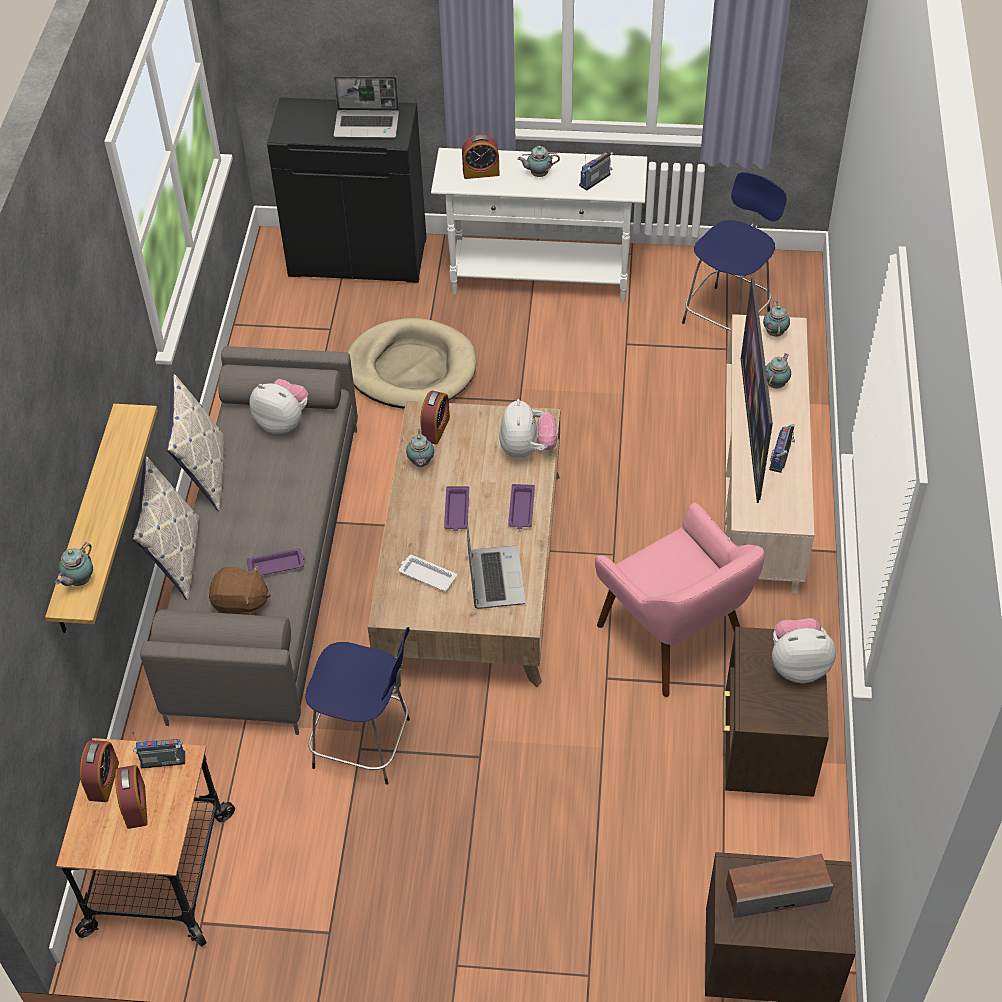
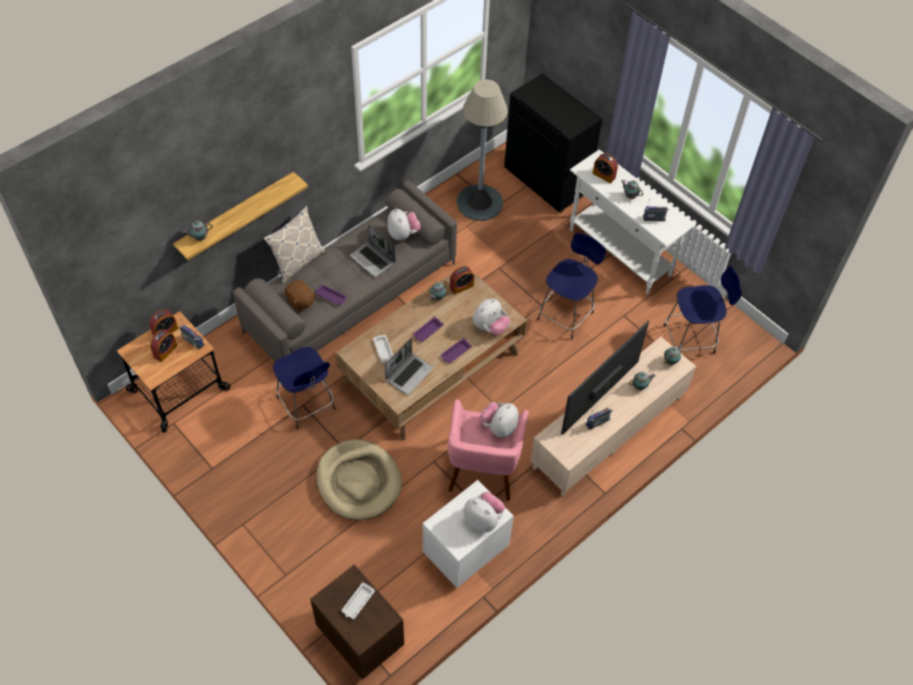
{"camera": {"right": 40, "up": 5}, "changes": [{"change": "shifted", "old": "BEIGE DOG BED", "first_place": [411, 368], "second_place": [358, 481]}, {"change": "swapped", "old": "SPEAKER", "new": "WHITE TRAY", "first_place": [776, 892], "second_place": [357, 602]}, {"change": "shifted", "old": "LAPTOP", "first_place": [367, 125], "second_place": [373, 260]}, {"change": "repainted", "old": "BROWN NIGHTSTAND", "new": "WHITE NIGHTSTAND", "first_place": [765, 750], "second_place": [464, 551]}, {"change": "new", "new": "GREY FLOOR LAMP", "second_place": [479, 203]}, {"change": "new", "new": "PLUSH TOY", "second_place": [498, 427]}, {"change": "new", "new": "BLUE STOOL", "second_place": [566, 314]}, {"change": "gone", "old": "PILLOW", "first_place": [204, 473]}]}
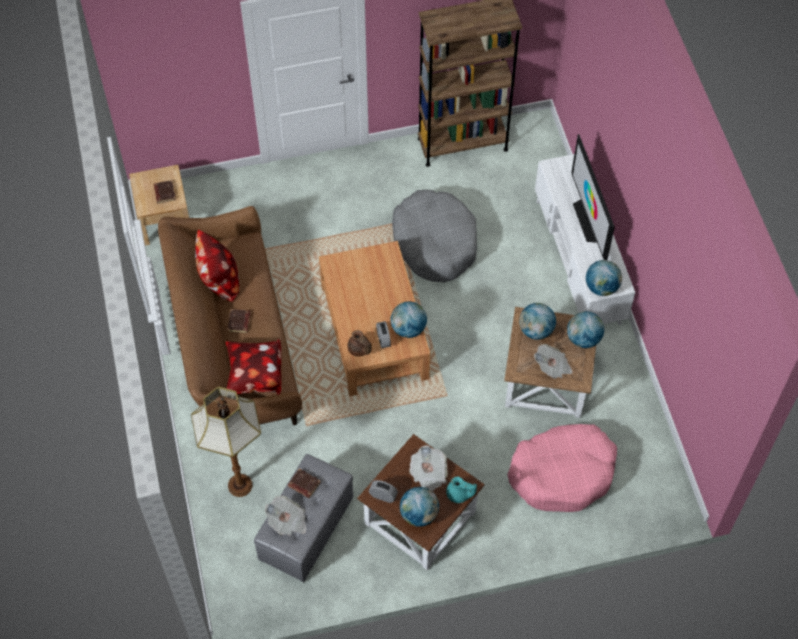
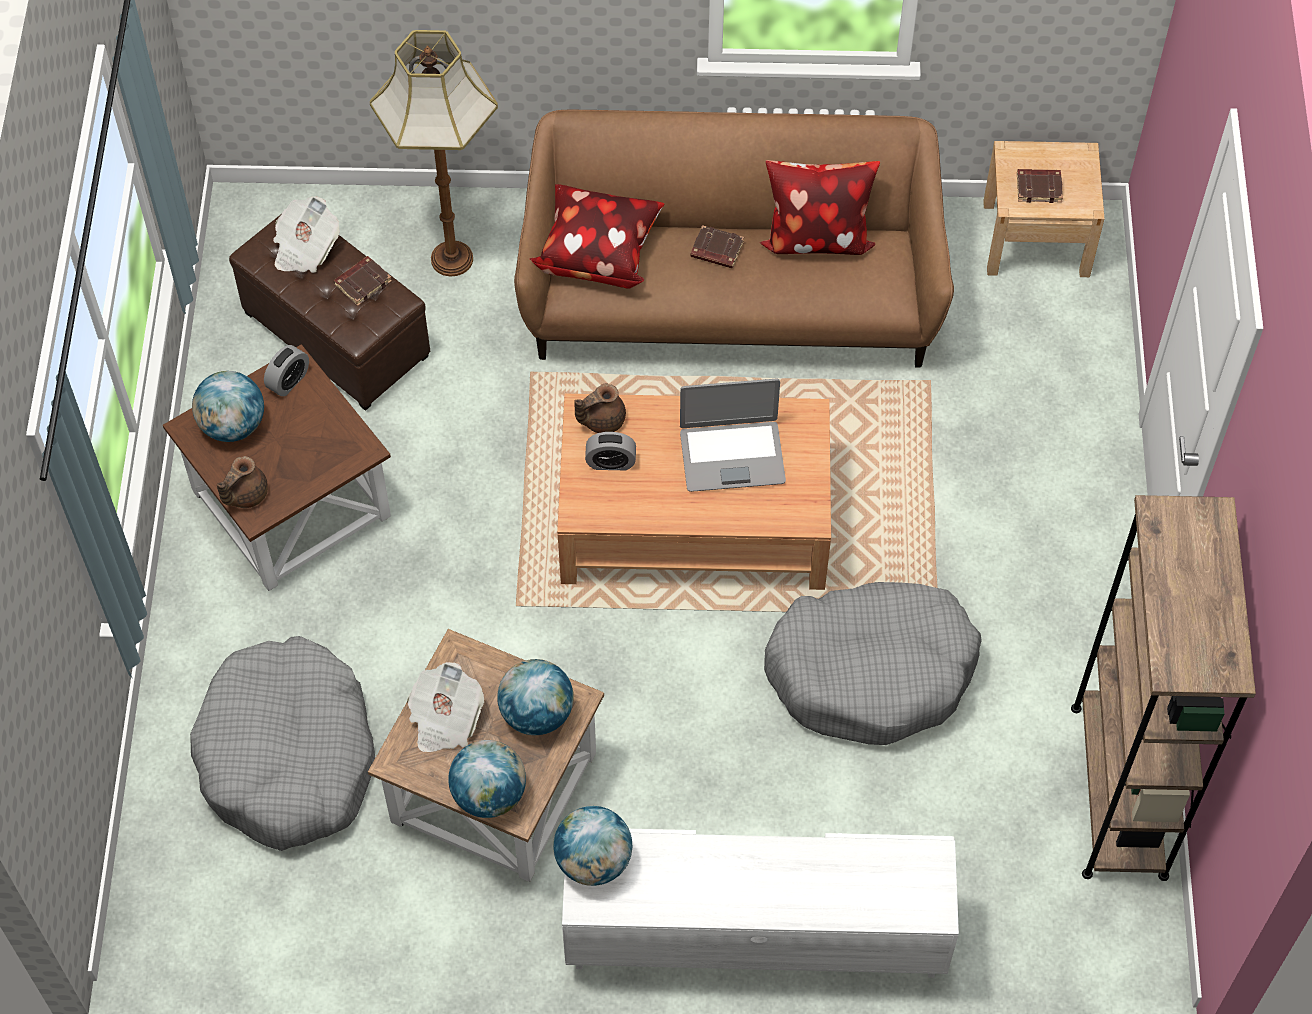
{"camera": {"right": 105, "up": 0}, "changes": [{"change": "repainted", "old": "PINK DOG BED", "new": "GREY DOG BED", "first_place": [562, 473], "second_place": [288, 756]}, {"change": "repainted", "old": "TURQUOISE TEAPOT", "new": "BROWN TEAPOT", "first_place": [459, 494], "second_place": [244, 494]}, {"change": "repainted", "old": "GREY OTTOMAN", "new": "BROWN OTTOMAN", "first_place": [307, 529], "second_place": [335, 336]}, {"change": "new", "new": "LAPTOP", "second_place": [732, 455]}, {"change": "gone", "old": "GLOBE", "first_place": [408, 328]}, {"change": "gone", "old": "NEWSPAPER", "first_place": [428, 474]}, {"change": "gone", "old": "TELEVISION", "first_place": [589, 221]}]}
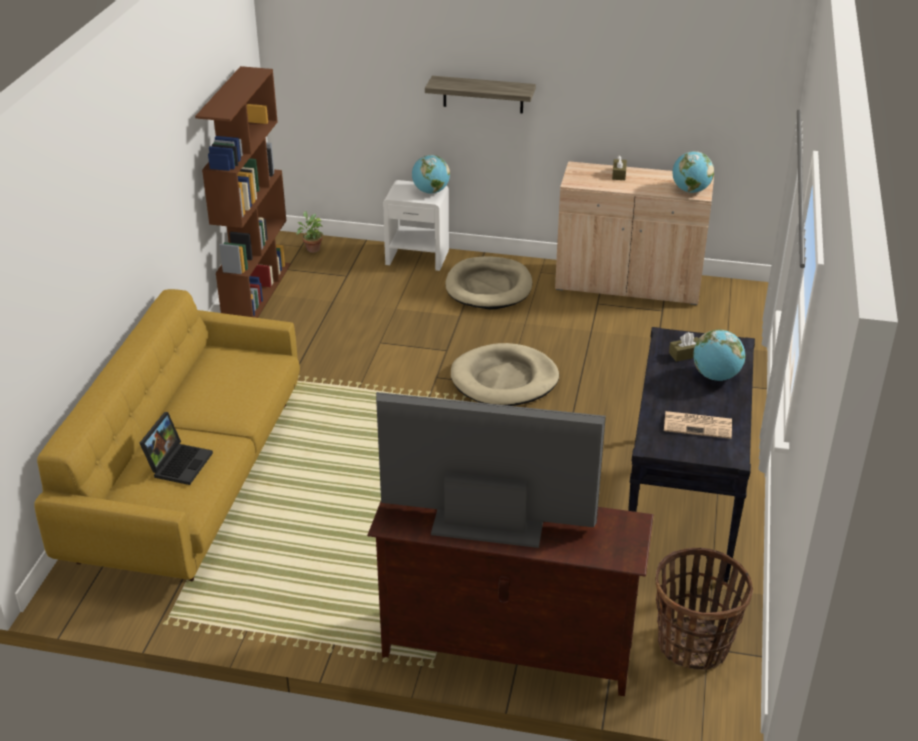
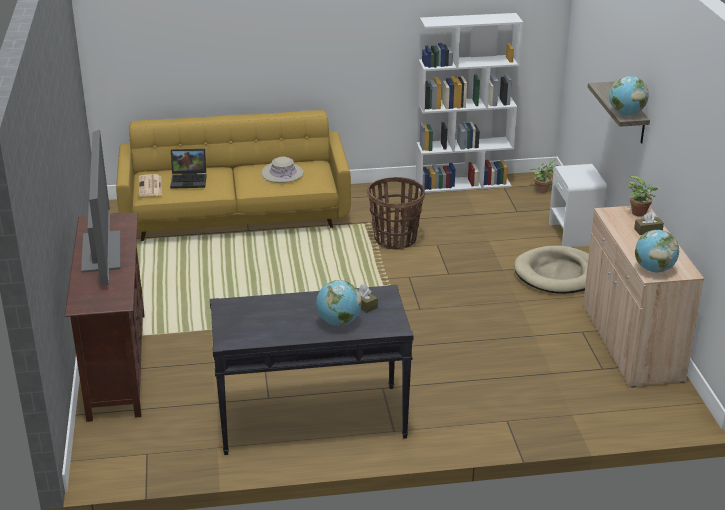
{"camera": {"right": 70, "up": -5}, "changes": [{"change": "shifted", "old": "NEWSPAPER", "first_place": [698, 425], "second_place": [150, 186]}, {"change": "new", "new": "BEIGE HAT", "second_place": [282, 173]}, {"change": "shifted", "old": "BASKET", "first_place": [693, 645], "second_place": [395, 239]}, {"change": "repainted", "old": "BROWN BOOKCASE", "new": "WHITE BOOKCASE", "first_place": [256, 291], "second_place": [463, 184]}, {"change": "shifted", "old": "GLOBE", "first_place": [430, 191], "second_place": [626, 113]}, {"change": "new", "new": "POTTED PLANT", "second_place": [641, 213]}, {"change": "gone", "old": "BEIGE DOG BED", "first_place": [504, 380]}]}
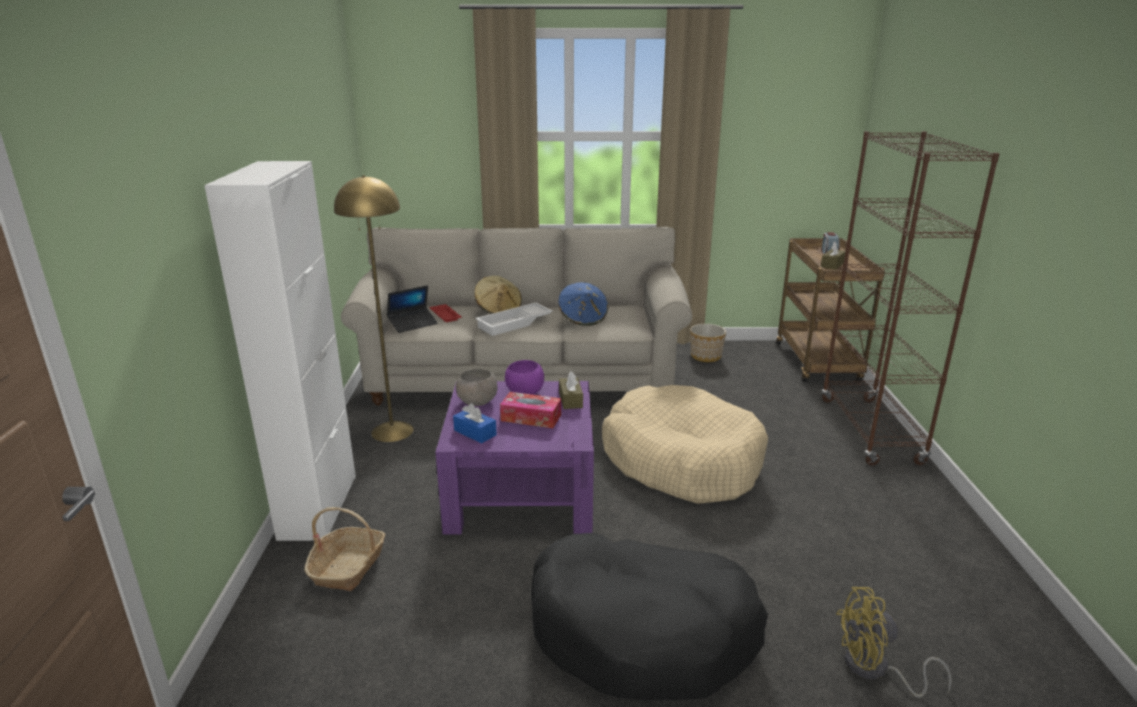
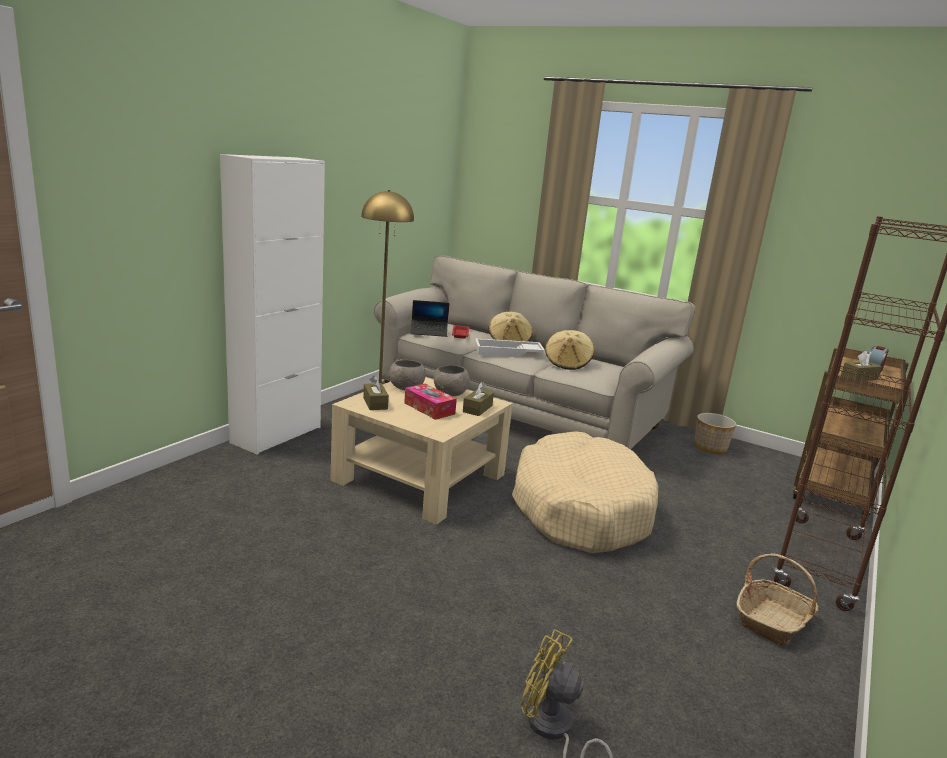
{"camera": {"right": 30, "up": -5}, "changes": [{"change": "repainted", "old": "PURPLE COFFEE TABLE", "new": "BEIGE COFFEE TABLE", "first_place": [521, 490], "second_place": [420, 477]}, {"change": "repainted", "old": "BLUE TISSUE BOX", "new": "BROWN TISSUE BOX", "first_place": [475, 433], "second_place": [375, 403]}, {"change": "repainted", "old": "PURPLE BOWL", "new": "GREY BOWL", "first_place": [525, 392], "second_place": [450, 393]}, {"change": "repainted", "old": "BLUE HAT", "new": "BEIGE HAT", "first_place": [583, 318], "second_place": [567, 364]}, {"change": "shifted", "old": "BASKET", "first_place": [348, 567], "second_place": [772, 621]}, {"change": "gone", "old": "BLACK DOG BED", "first_place": [642, 632]}]}
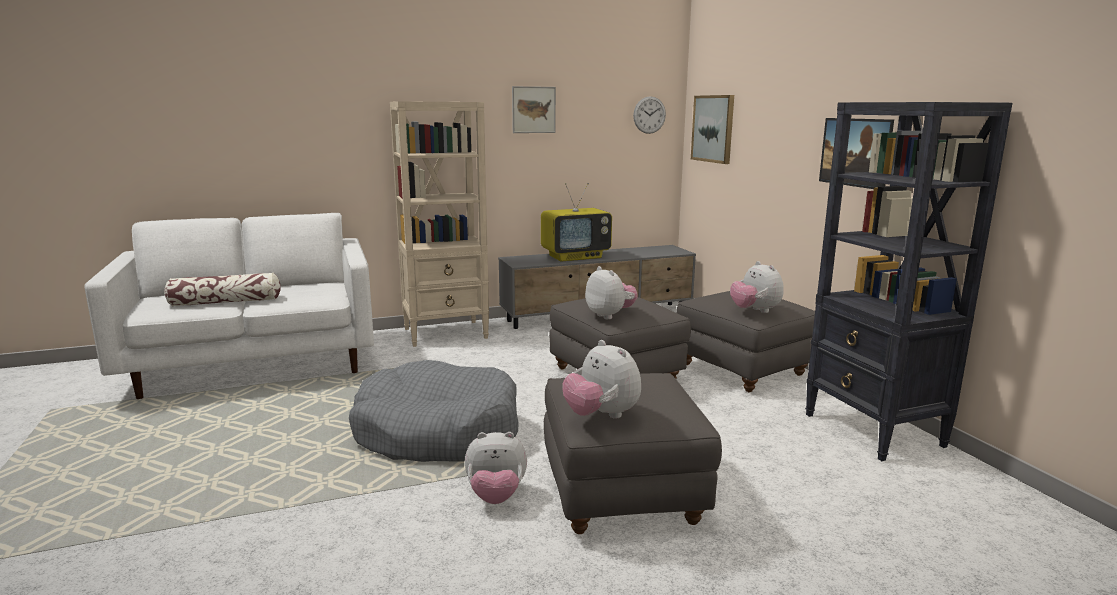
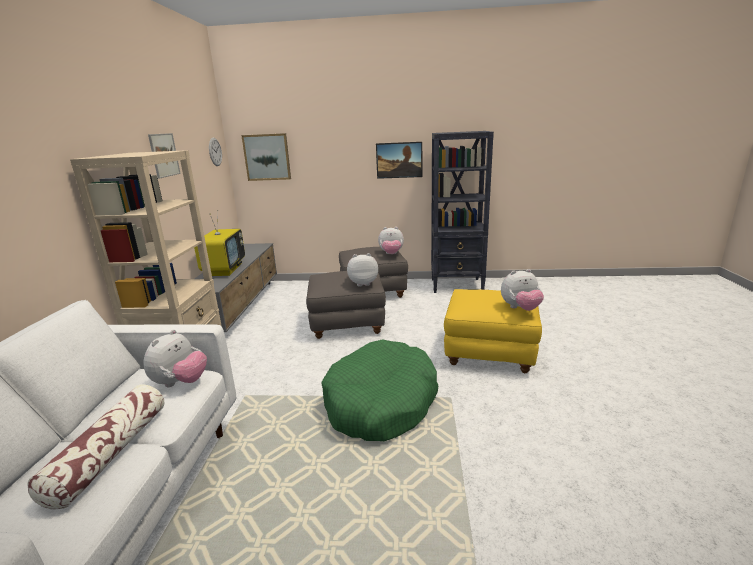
{"camera": {"right": -65, "up": 5}, "changes": [{"change": "shifted", "old": "PLUSH TOY", "first_place": [496, 496], "second_place": [180, 383]}, {"change": "repainted", "old": "GREY DOG BED", "new": "GREEN DOG BED", "first_place": [437, 432], "second_place": [381, 402]}, {"change": "repainted", "old": "GREY OTTOMAN", "new": "YELLOW OTTOMAN", "first_place": [623, 493], "second_place": [490, 353]}]}
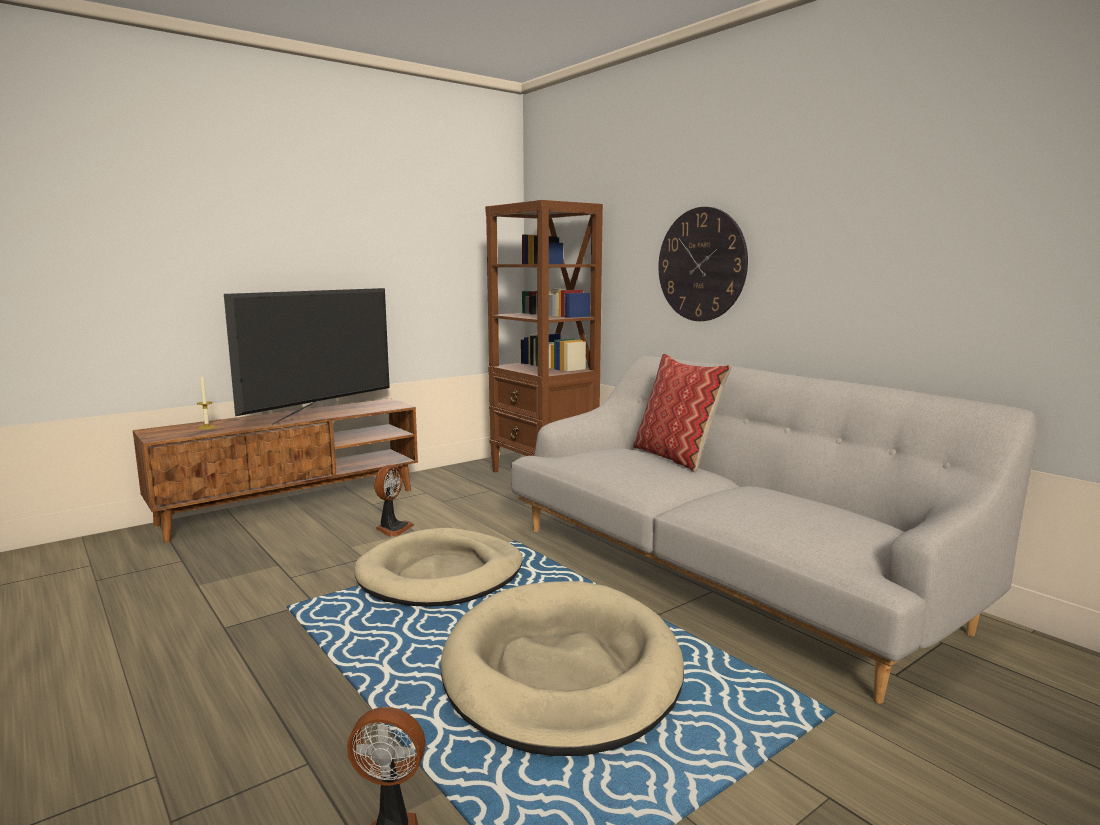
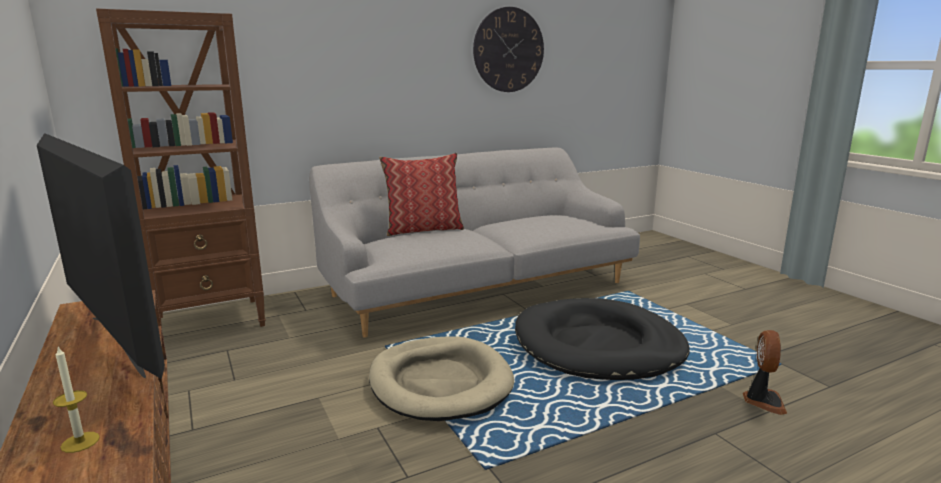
{"camera": {"right": -80, "up": 5}, "changes": [{"change": "shifted", "old": "WALL CLOCK", "first_place": [701, 264], "second_place": [508, 50]}, {"change": "repainted", "old": "BEIGE DOG BED", "new": "BLACK DOG BED", "first_place": [562, 671], "second_place": [598, 345]}, {"change": "gone", "old": "FAN", "first_place": [392, 528]}]}
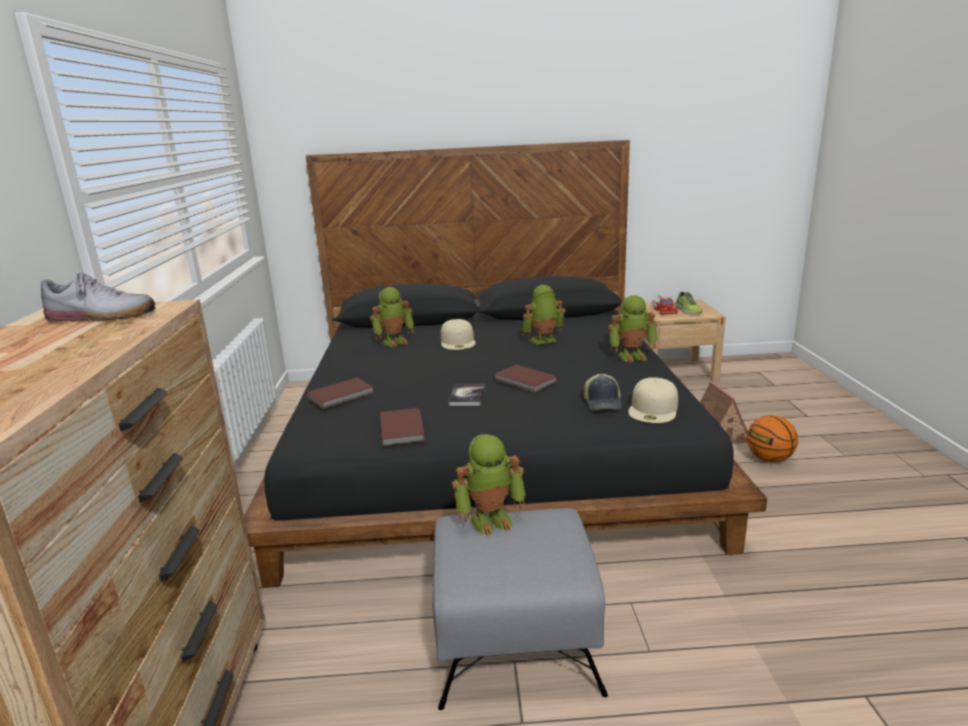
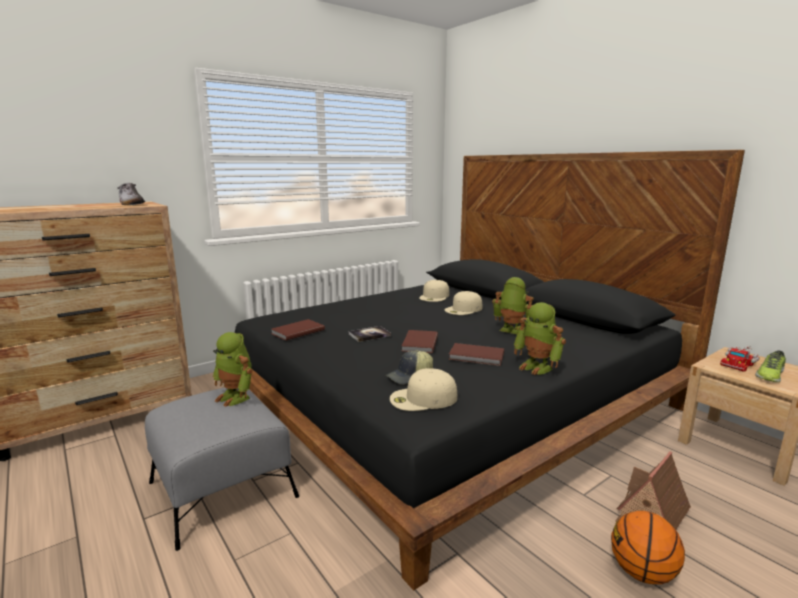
{"camera": {"right": 55, "up": -5}, "changes": [{"change": "swapped", "old": "TOY ROBOT", "new": "BEIGE CAP", "first_place": [394, 342], "second_place": [434, 296]}, {"change": "shifted", "old": "BROWN BOOK", "first_place": [342, 395], "second_place": [477, 357]}]}
